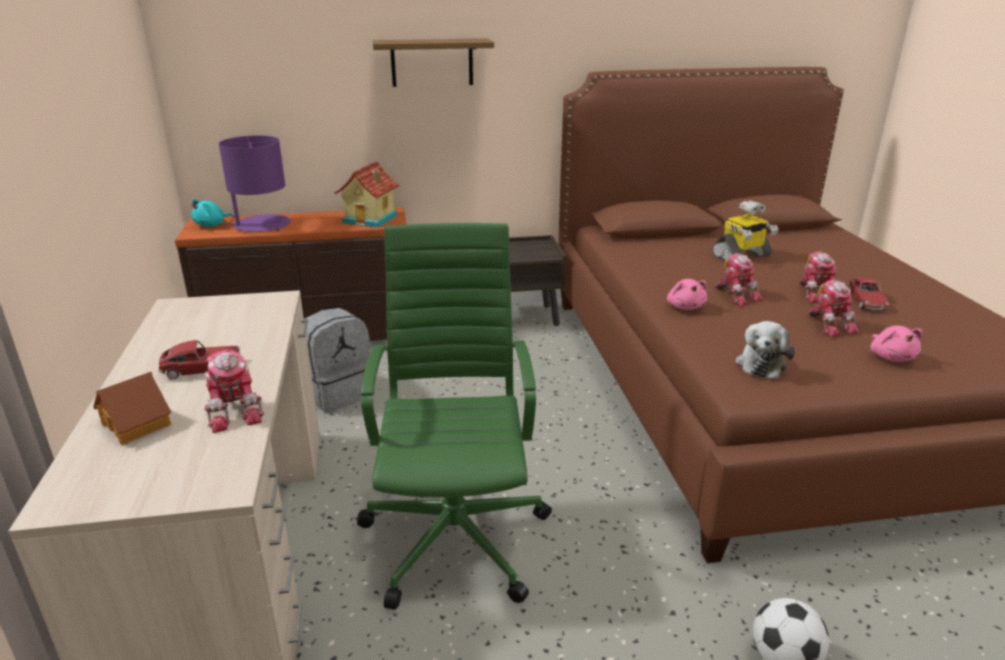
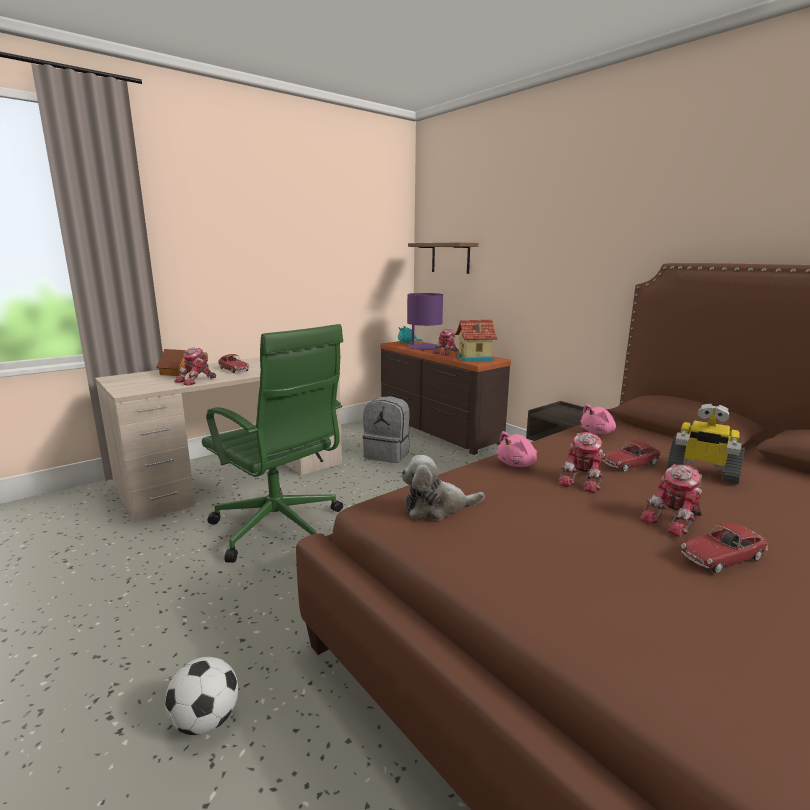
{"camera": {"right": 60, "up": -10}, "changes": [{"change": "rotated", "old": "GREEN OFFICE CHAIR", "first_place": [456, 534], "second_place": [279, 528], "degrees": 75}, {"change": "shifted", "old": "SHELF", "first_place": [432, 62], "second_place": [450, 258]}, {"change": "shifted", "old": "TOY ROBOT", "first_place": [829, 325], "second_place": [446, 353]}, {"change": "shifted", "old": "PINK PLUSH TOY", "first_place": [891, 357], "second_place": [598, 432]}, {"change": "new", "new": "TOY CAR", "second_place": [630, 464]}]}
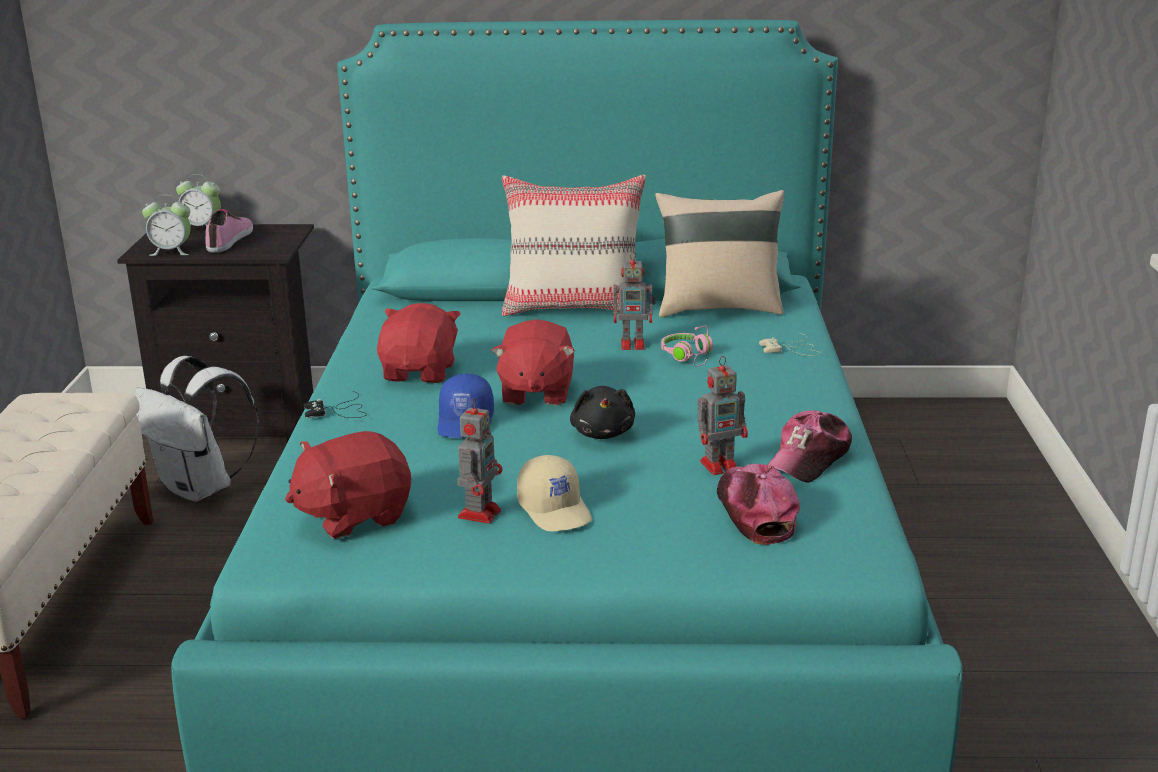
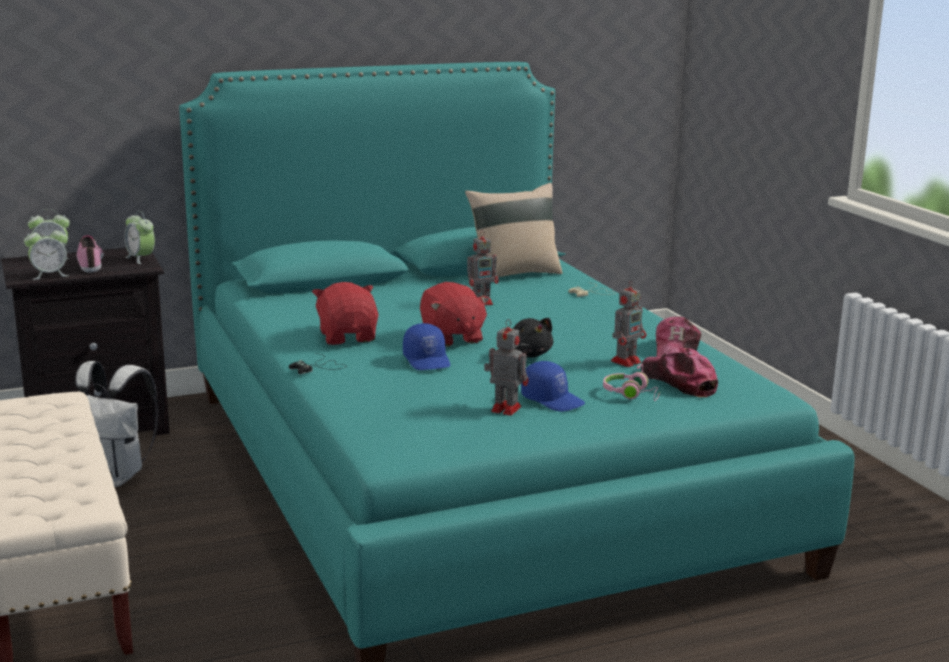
{"camera": {"right": -25, "up": -5}, "changes": [{"change": "new", "new": "ALARM CLOCK", "second_place": [141, 259]}, {"change": "rotated", "old": "TOY ROBOT", "first_place": [480, 512], "second_place": [504, 408], "degrees": -60}, {"change": "repainted", "old": "BEIGE CAP", "new": "BLUE CAP", "first_place": [556, 510], "second_place": [553, 400]}, {"change": "shifted", "old": "PINK HEADPHONES", "first_place": [689, 357], "second_place": [632, 394]}, {"change": "gone", "old": "RED PLUSH TOY", "first_place": [353, 515]}, {"change": "gone", "old": "BEIGE PILLOW", "first_place": [574, 308]}]}
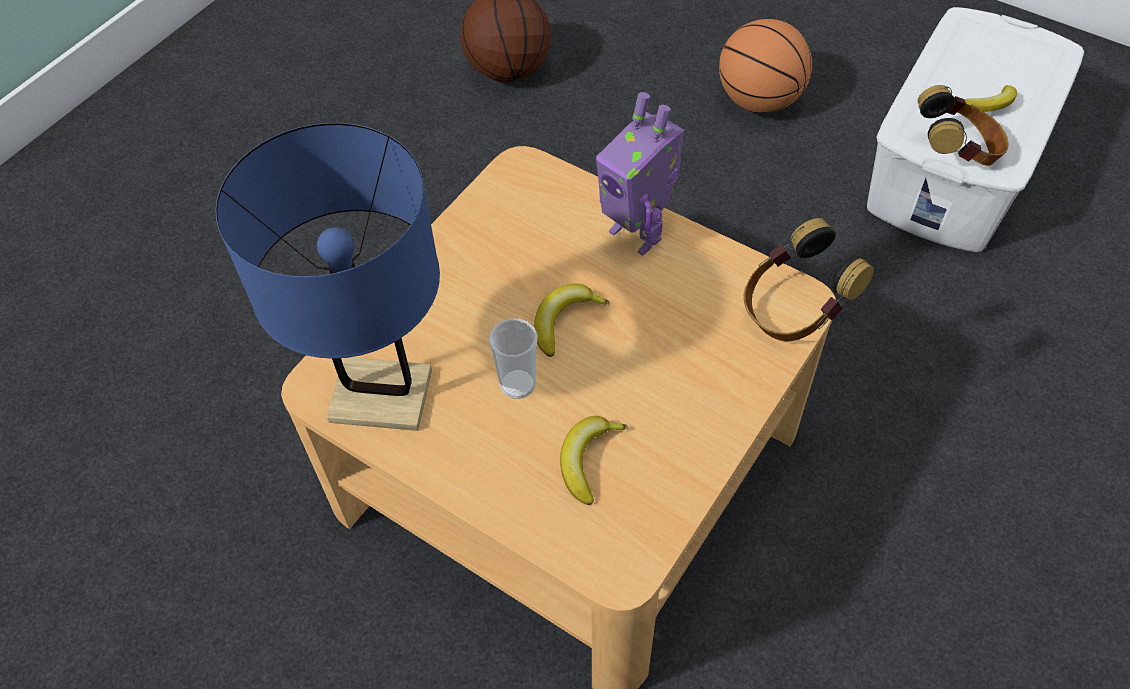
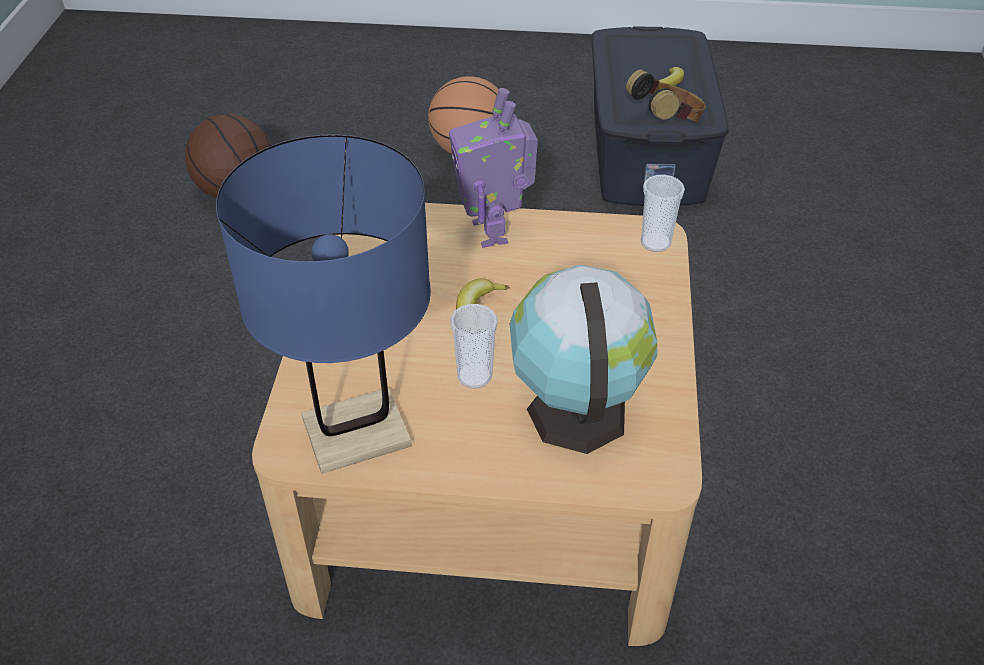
{"camera": {"right": -30, "up": -10}, "changes": [{"change": "rotated", "old": "TOY ROBOT", "first_place": [637, 233], "second_place": [493, 232], "degrees": 60}, {"change": "swapped", "old": "BANANA", "new": "GLOBE", "first_place": [588, 460], "second_place": [576, 408]}, {"change": "repainted", "old": "WHITE STORAGE BOX", "new": "BLUE STORAGE BOX", "first_place": [956, 166], "second_place": [648, 150]}, {"change": "swapped", "old": "HEADPHONES", "new": "CUP", "first_place": [794, 310], "second_place": [655, 242]}]}
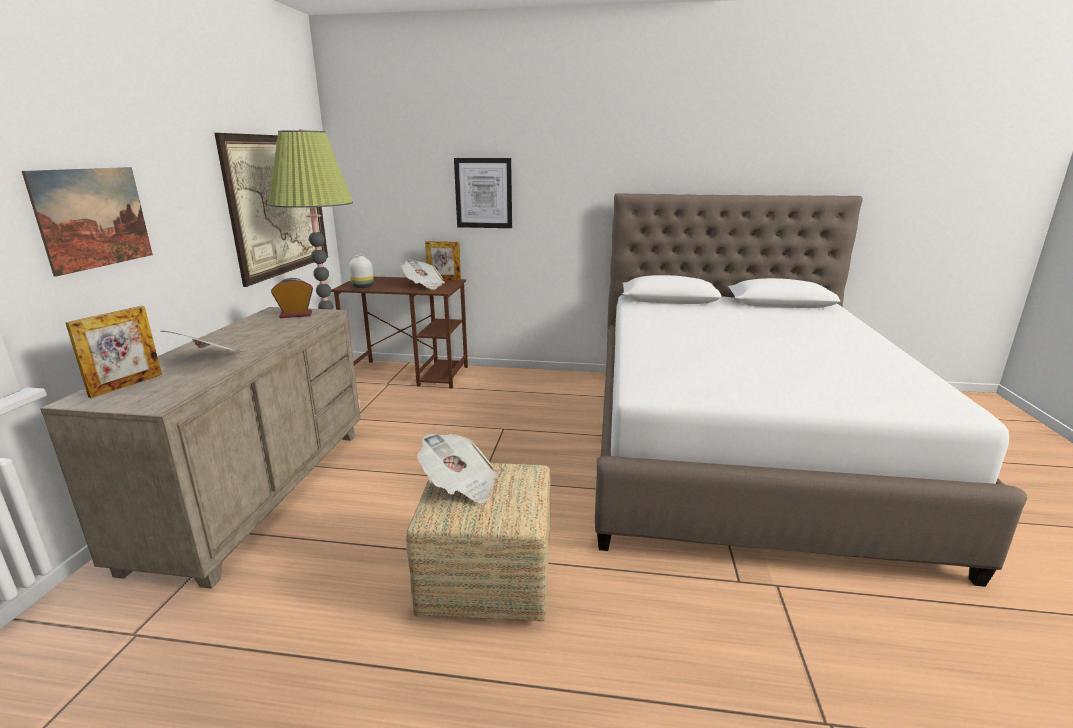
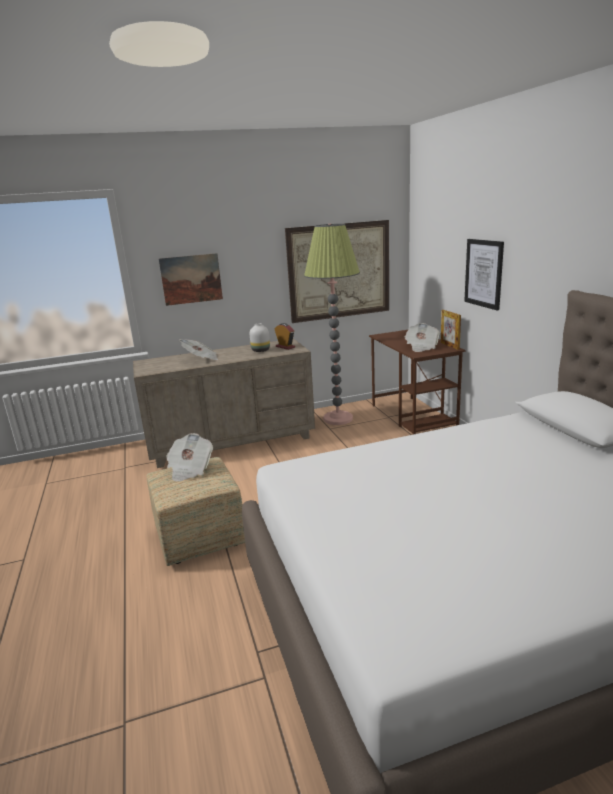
{"camera": {"right": 65, "up": 0}, "changes": [{"change": "shifted", "old": "WHITE VASE", "first_place": [362, 287], "second_place": [260, 350]}, {"change": "gone", "old": "PICTURE FRAME", "first_place": [126, 385]}]}
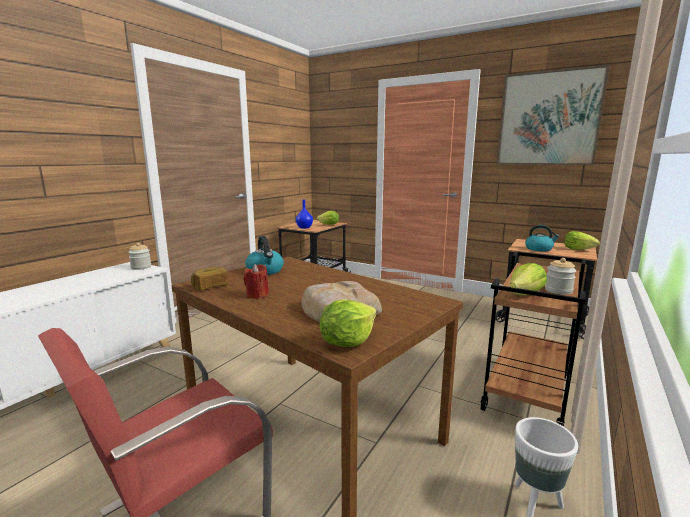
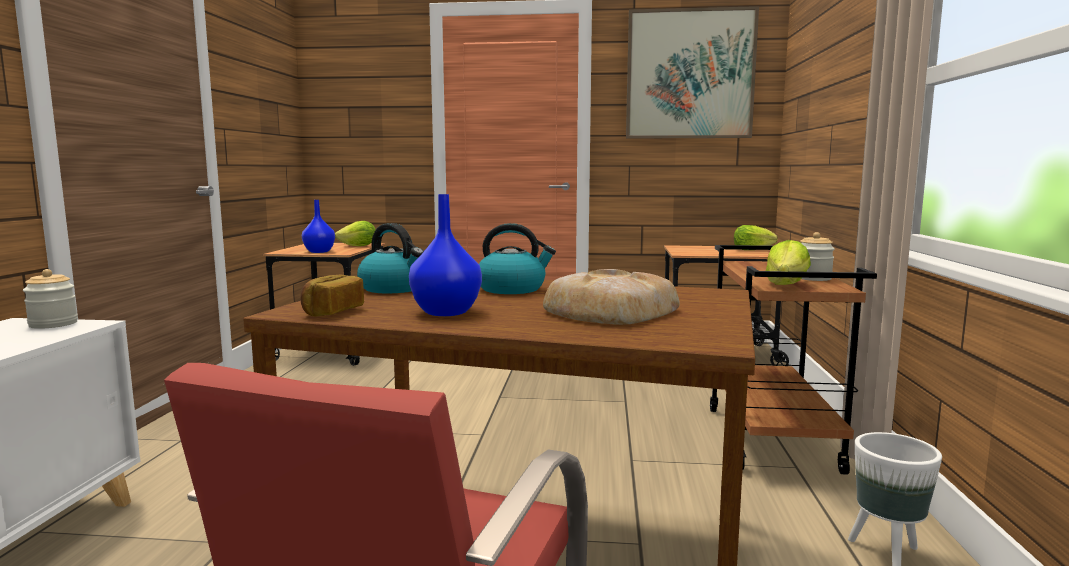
{"camera": {"right": -25, "up": -5}, "changes": [{"change": "swapped", "old": "RED CANDLE", "new": "BLUE VASE", "first_place": [257, 295], "second_place": [445, 312]}, {"change": "shifted", "old": "KETTLE", "first_place": [539, 249], "second_place": [512, 289]}, {"change": "gone", "old": "LETTUCE", "first_place": [347, 342]}]}
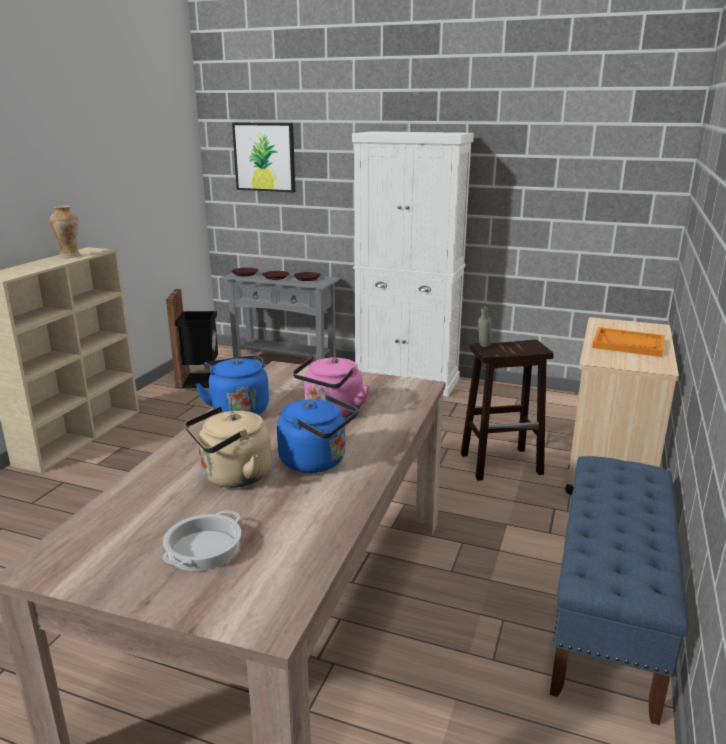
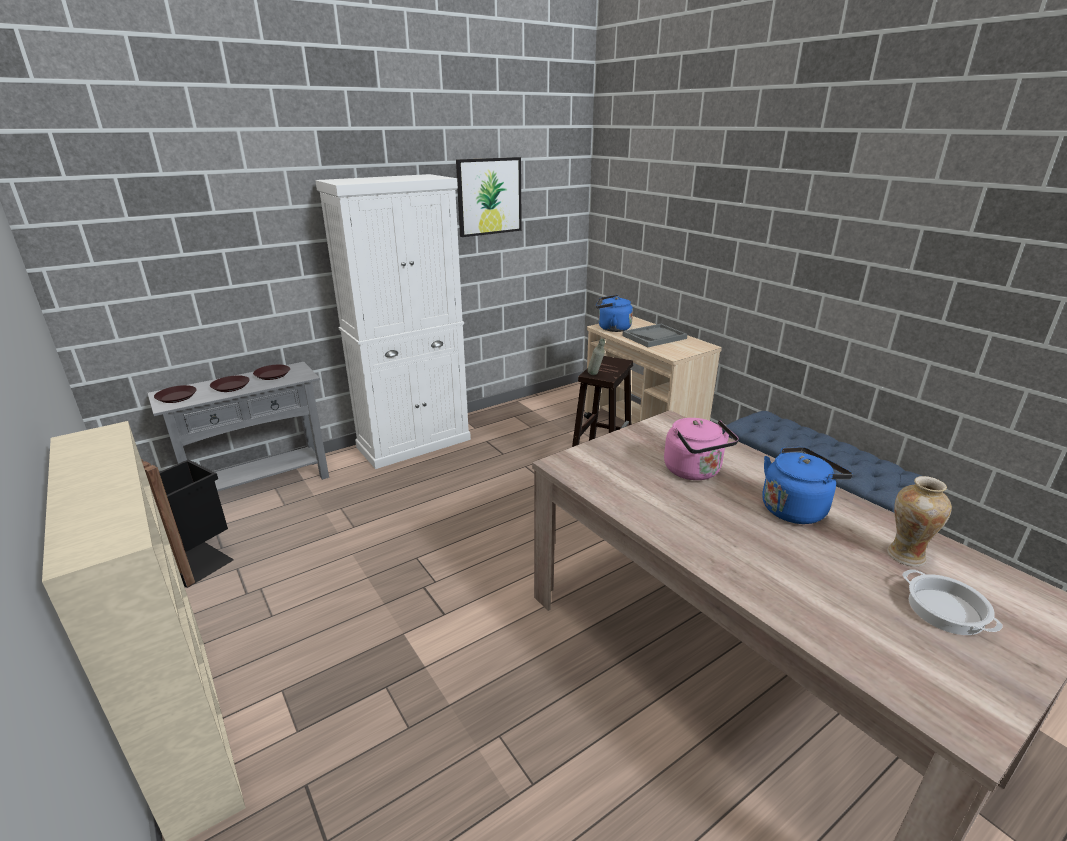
{"camera": {"right": -55, "up": 5}, "changes": [{"change": "shifted", "old": "PICTURE", "first_place": [264, 157], "second_place": [489, 196]}, {"change": "shifted", "old": "BLUE KETTLE", "first_place": [238, 409], "second_place": [612, 328]}, {"change": "repainted", "old": "ORANGE TRAY", "new": "GREY TRAY", "first_place": [628, 344], "second_place": [654, 337]}, {"change": "shifted", "old": "VASE", "first_place": [69, 256], "second_place": [905, 556]}, {"change": "gone", "old": "BEIGE KETTLE", "first_place": [232, 477]}]}
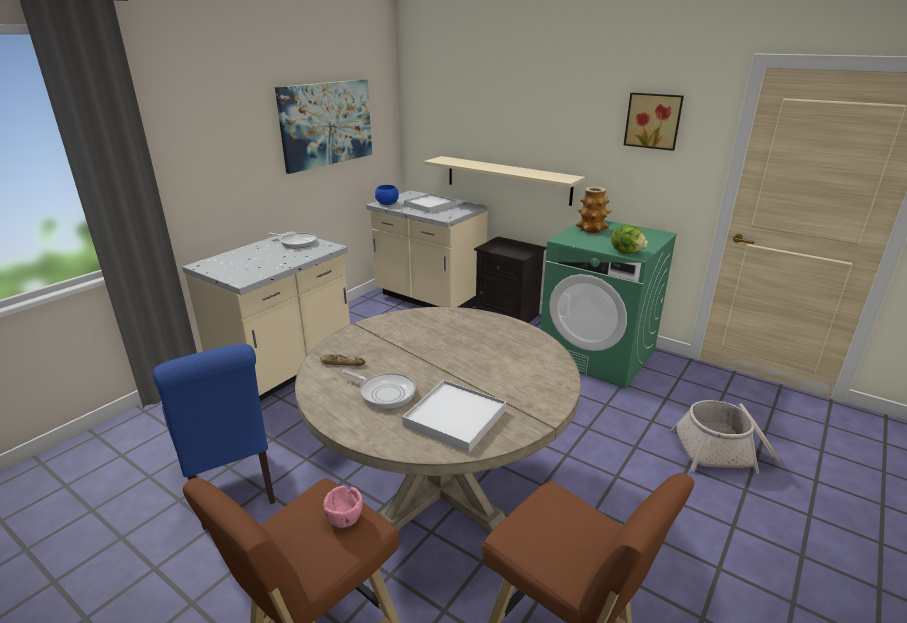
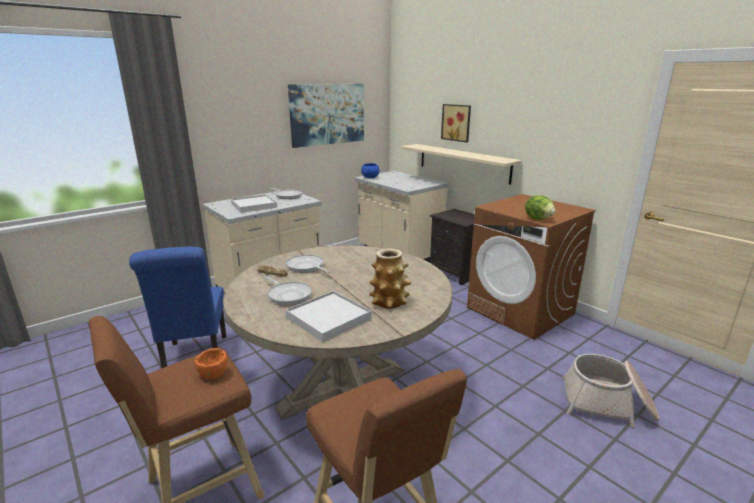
{"camera": {"right": 15, "up": -5}, "changes": [{"change": "repainted", "old": "PINK BOWL", "new": "ORANGE BOWL", "first_place": [344, 519], "second_place": [213, 374]}, {"change": "shifted", "old": "WHITE TRAY", "first_place": [430, 205], "second_place": [254, 205]}, {"change": "new", "new": "FRYING PAN", "second_place": [306, 267]}, {"change": "shifted", "old": "VASE", "first_place": [592, 229], "second_place": [389, 302]}, {"change": "shifted", "old": "PICTURE", "first_place": [653, 121], "second_place": [457, 122]}, {"change": "repainted", "old": "GREEN WASHING MACHINE", "new": "BROWN WASHING MACHINE", "first_place": [597, 354], "second_place": [520, 311]}]}
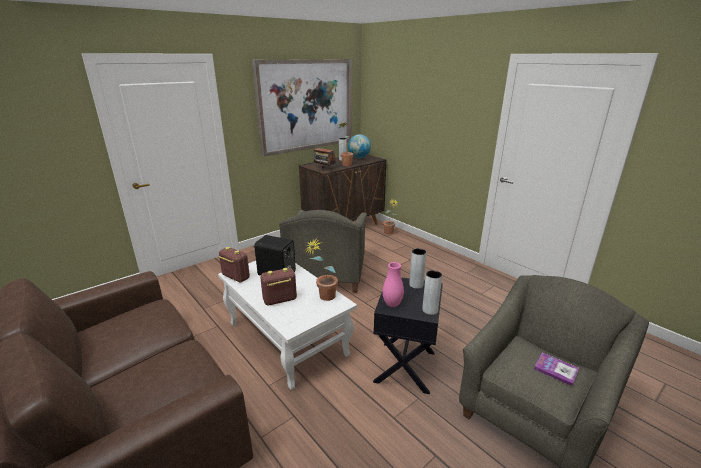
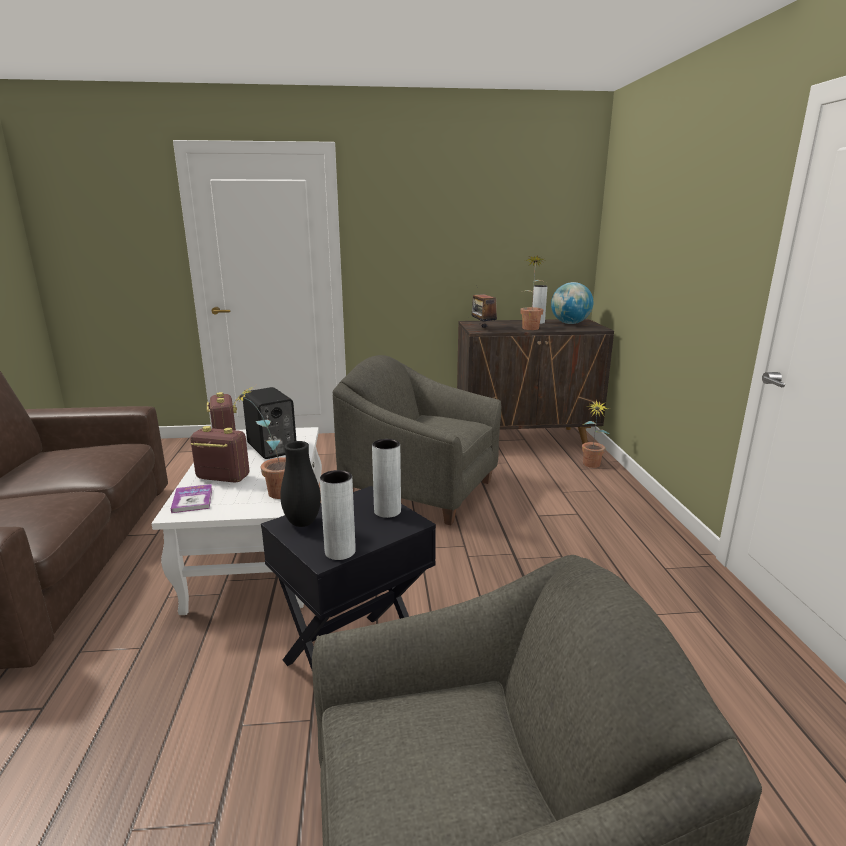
{"camera": {"right": 35, "up": -5}, "changes": [{"change": "shifted", "old": "BOOK", "first_place": [556, 369], "second_place": [192, 500]}, {"change": "repainted", "old": "PINK VASE", "new": "BLACK VASE", "first_place": [392, 304], "second_place": [302, 523]}, {"change": "rotated", "old": "GREY ARMCHAIR", "first_place": [327, 272], "second_place": [421, 491], "degrees": 75}, {"change": "gone", "old": "PICTURE", "first_place": [306, 105]}]}
